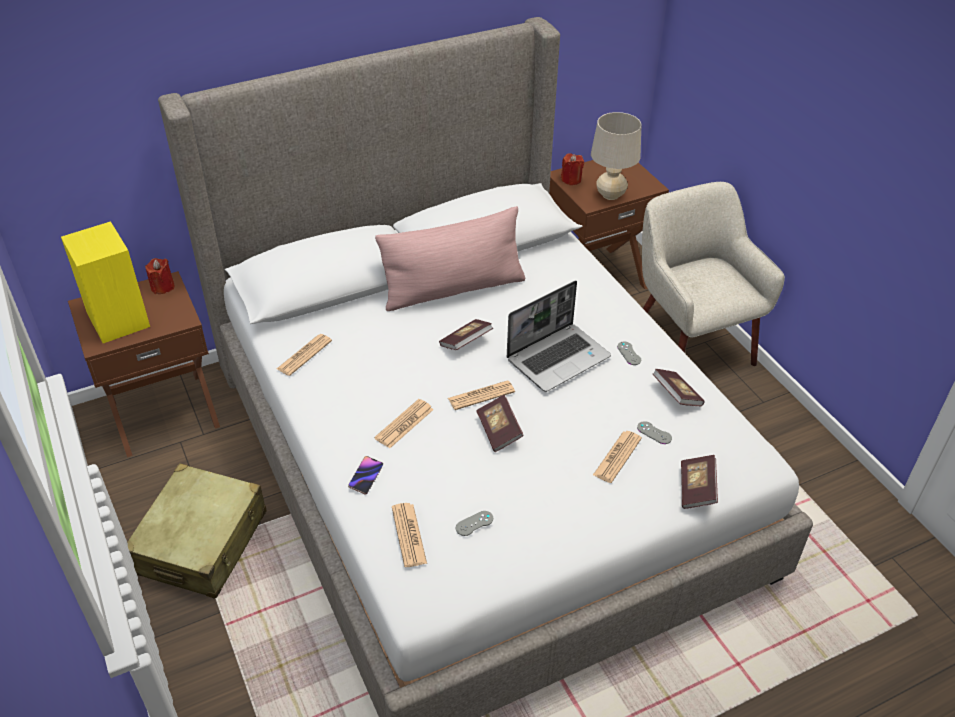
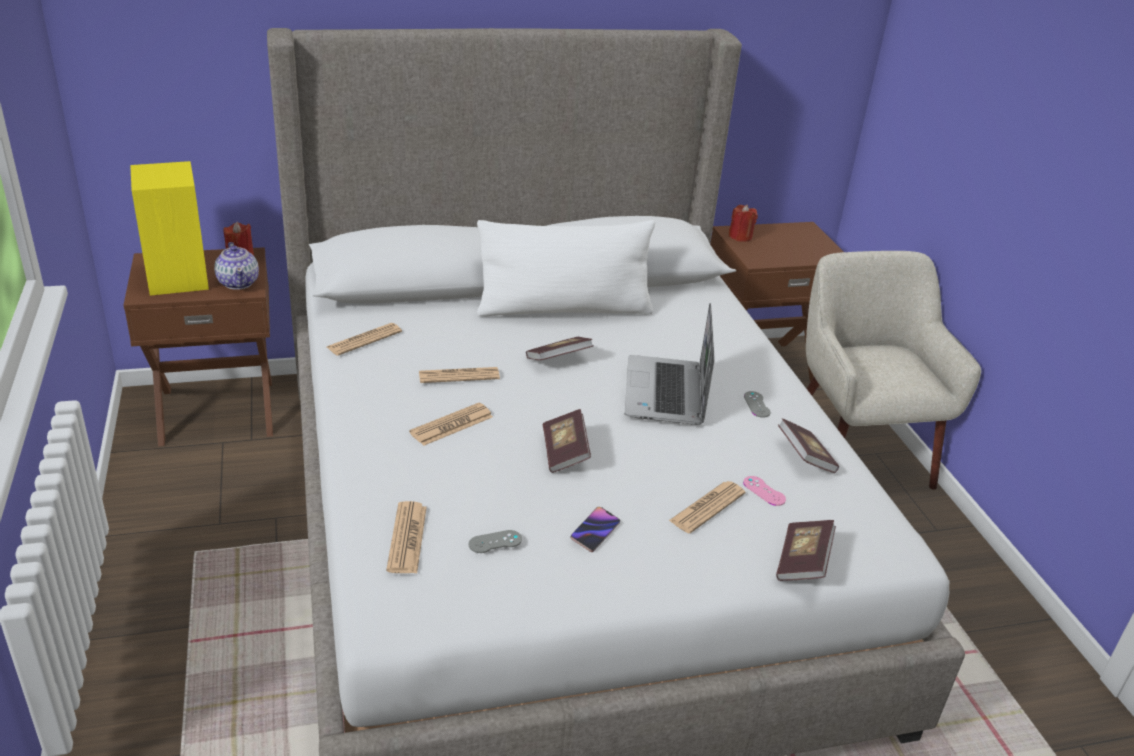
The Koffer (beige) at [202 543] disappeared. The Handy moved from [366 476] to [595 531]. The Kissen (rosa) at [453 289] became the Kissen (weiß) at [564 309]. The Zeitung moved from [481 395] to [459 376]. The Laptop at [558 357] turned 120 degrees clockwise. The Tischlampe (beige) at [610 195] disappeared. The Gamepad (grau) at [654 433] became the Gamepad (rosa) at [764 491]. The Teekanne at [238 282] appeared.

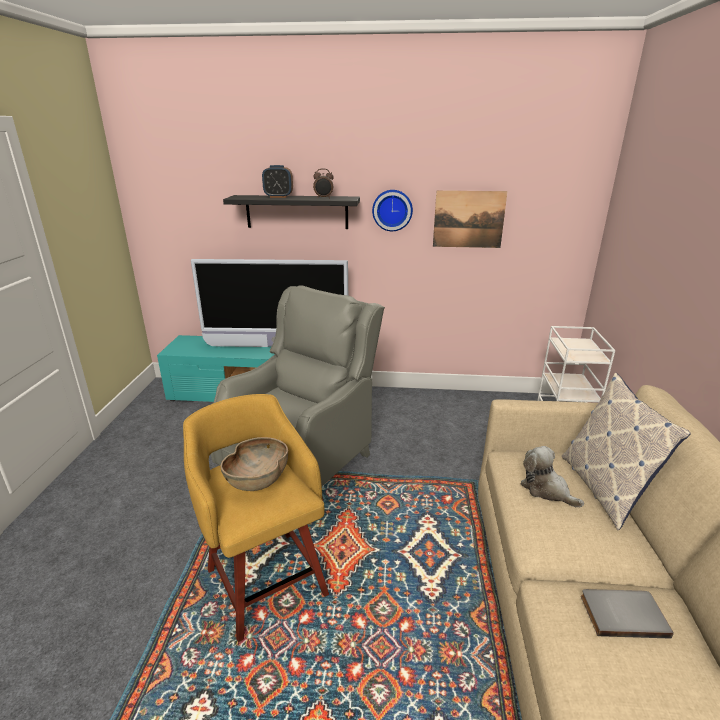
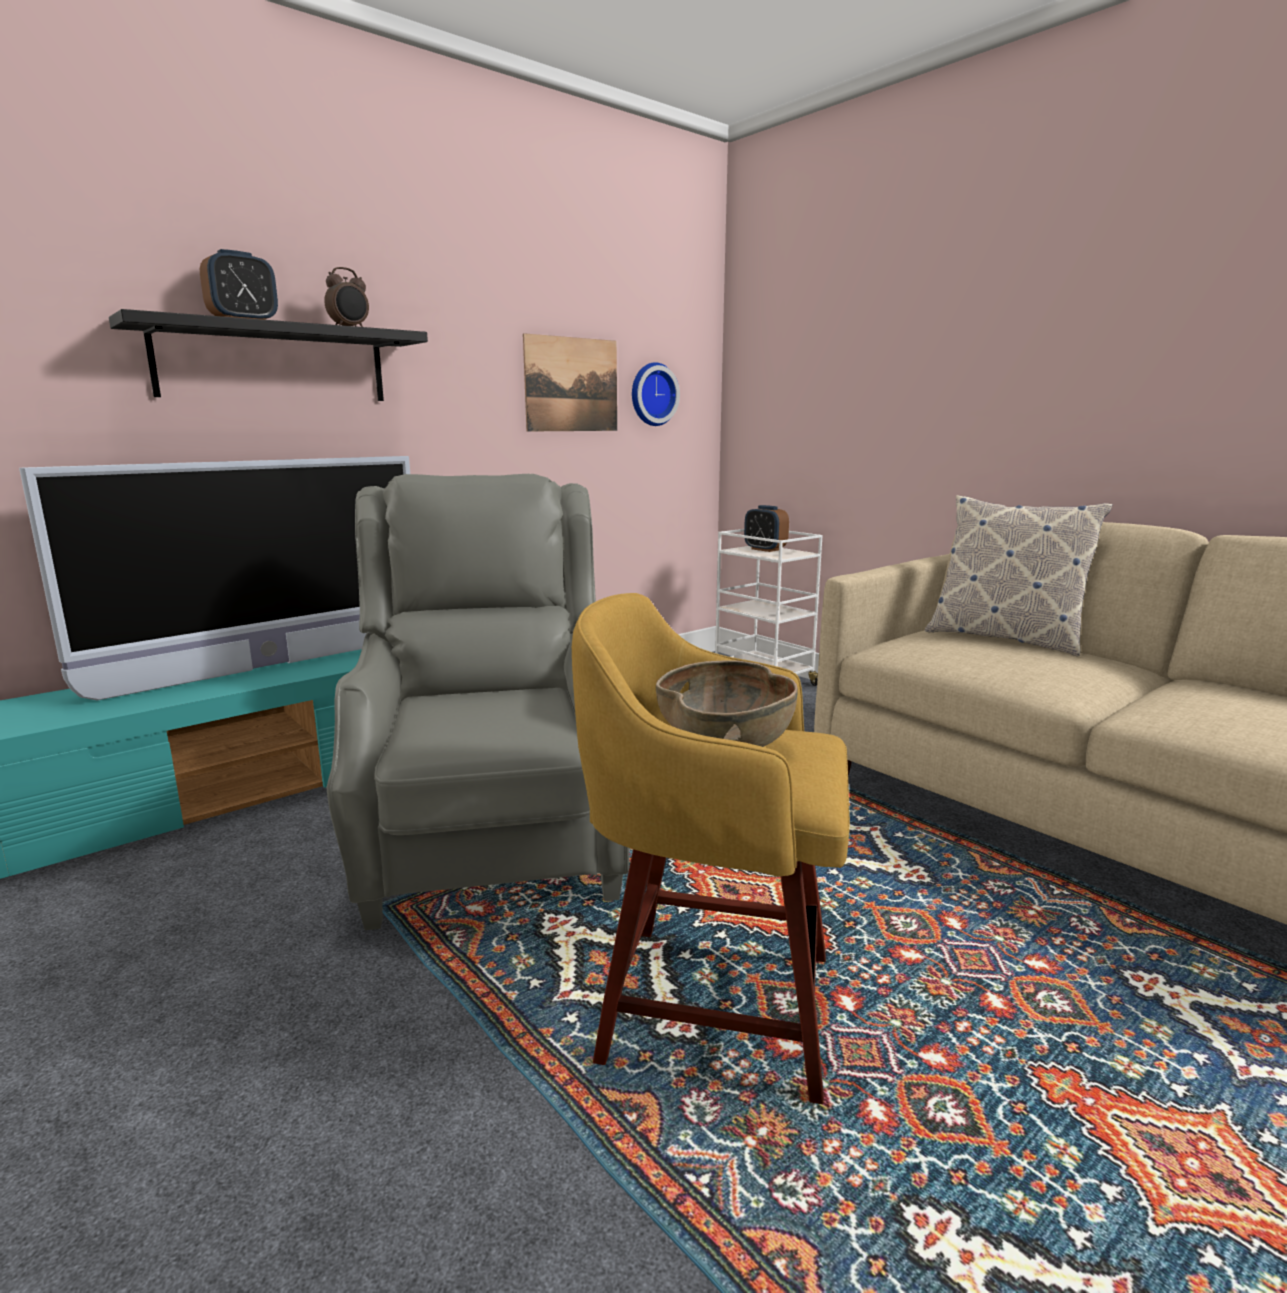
The Wanduhr moved from [392 210] to [651 394]. The Plüschtier at [546 490] disappeared. The Buch (grau) at [622 613] disappeared. The Wecker at [765 549] appeared.

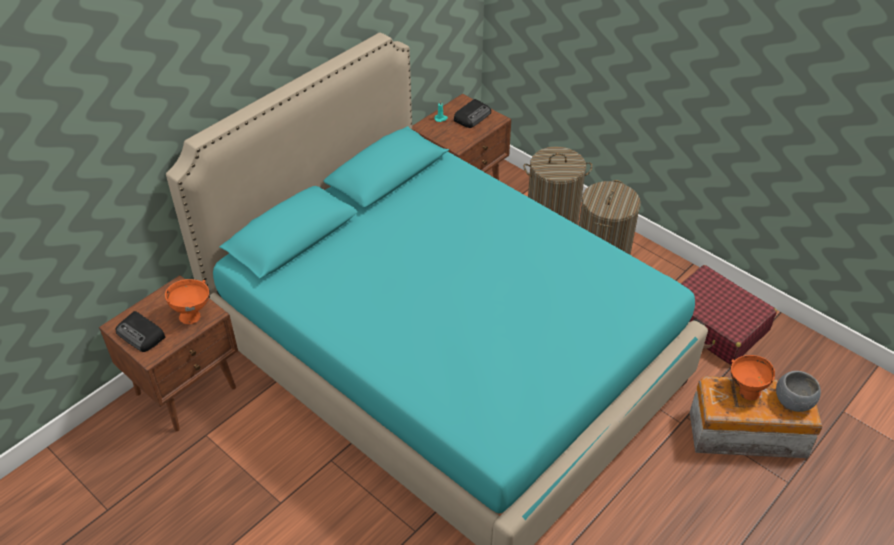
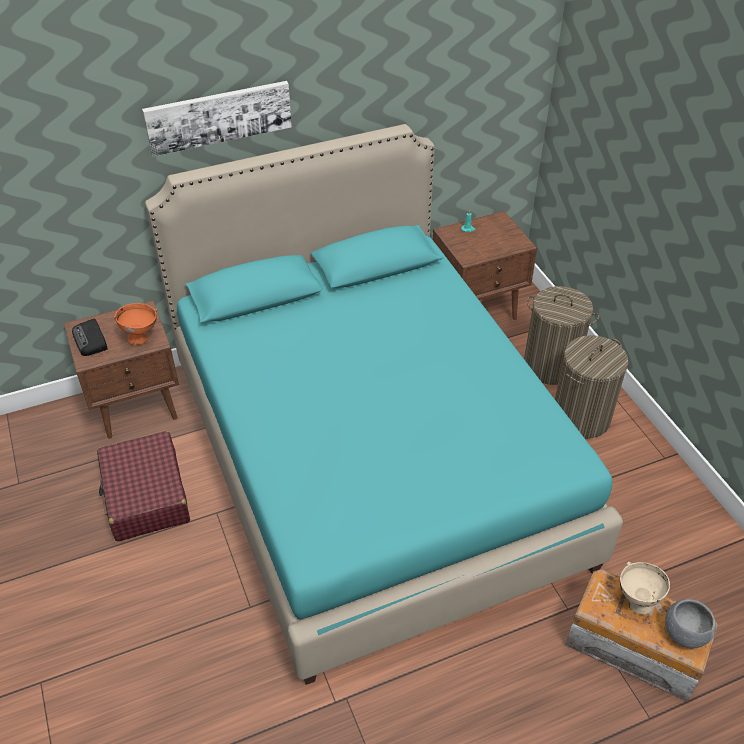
The Radio at [472 116] disappeared. The Koffer (rot) moved from [714 325] to [146 496]. The Schüssel (orange) at [744 390] became the Schüssel (beige) at [636 600]. The Bild at [218 116] appeared.

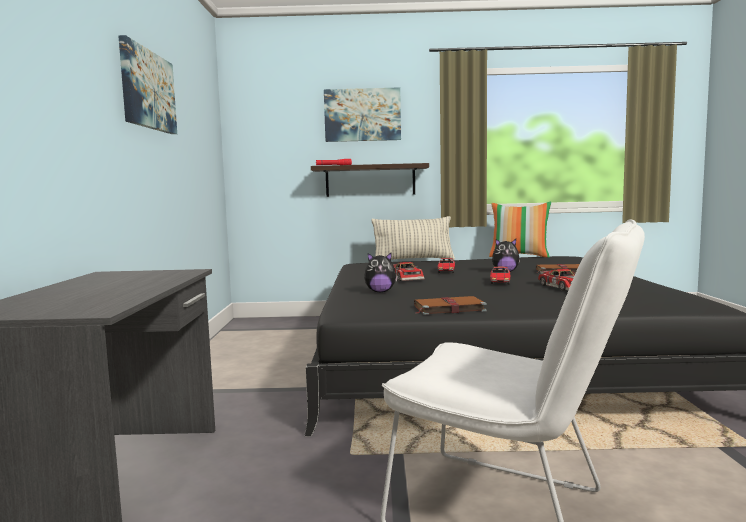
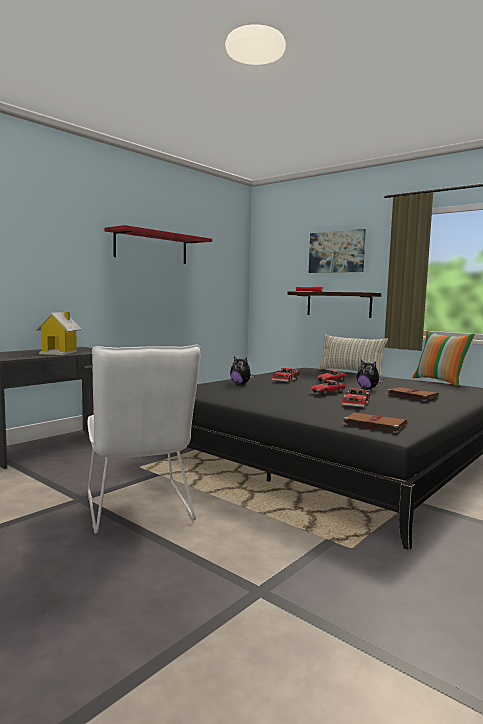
The Bild at [147 90] was replaced by the Wandregal (rot) at [151 247]. The Buch (braun) moved from [448 308] to [373 424]. The Spielzeughaus at [59 352] appeared.

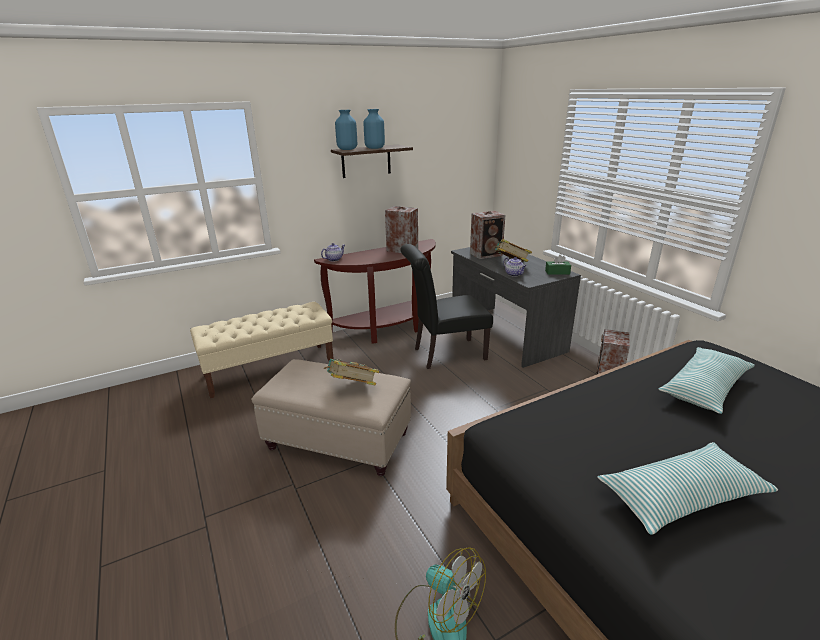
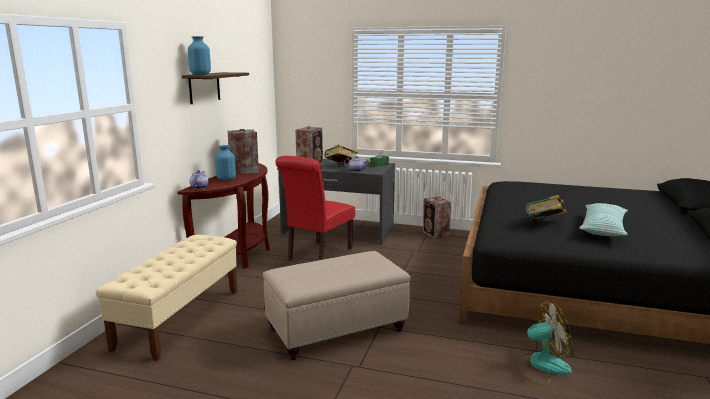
The Buch moved from [352 387] to [544 223]. The Vase (blau) moved from [375 148] to [226 179]. The Stuhl (schwarz) at [445 354] became the Stuhl (rot) at [317 255]. The Kissen at [704 388] disappeared.

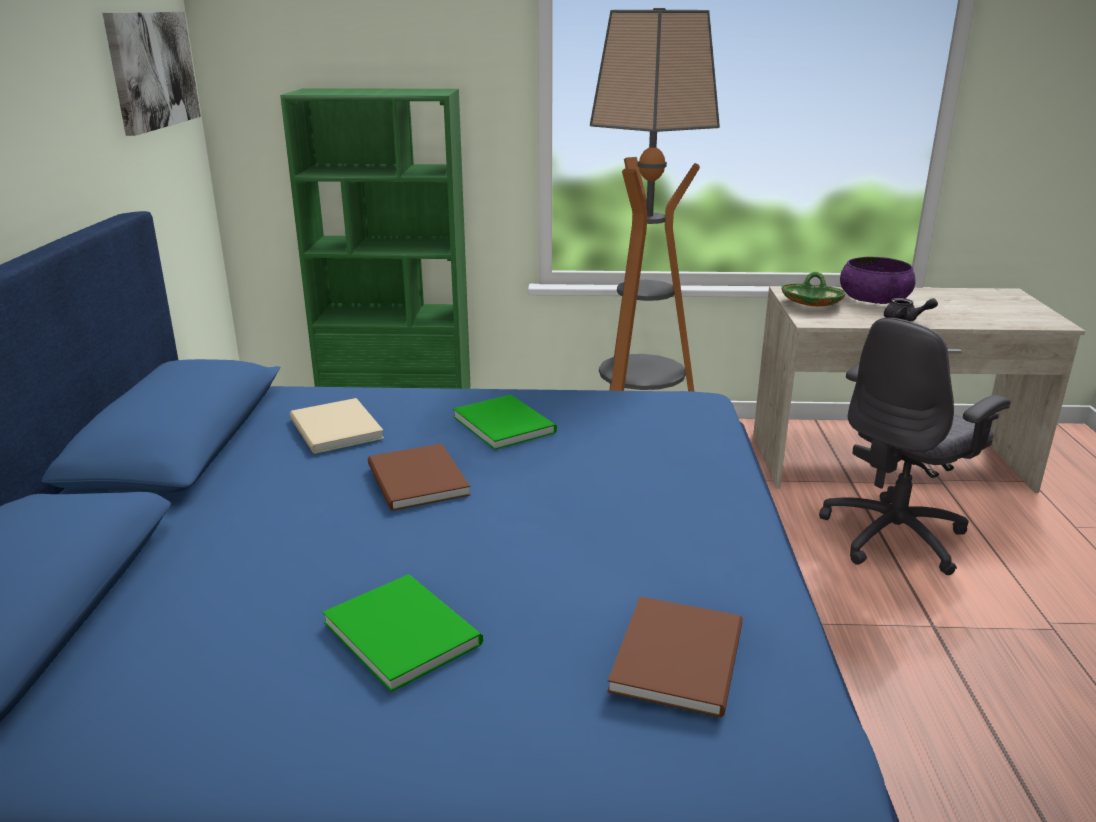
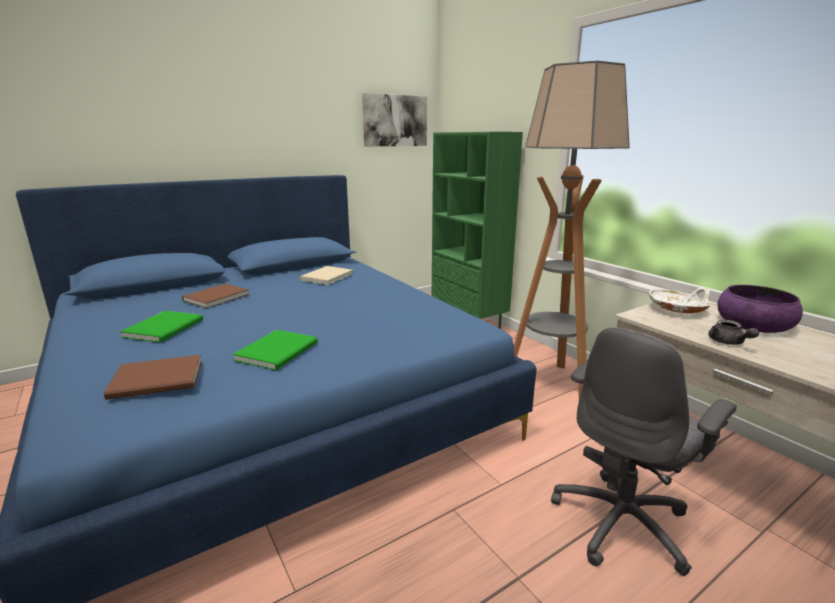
The Buch (braun) moved from [416 481] to [214 297]. The Buch (grün) moved from [504 423] to [280 351]. The Schüssel (grün) at [811 303] became the Schüssel (weiß) at [677 309]. The Bürostuhl (grau) at [895 536] turned 60 degrees counterclockwise.

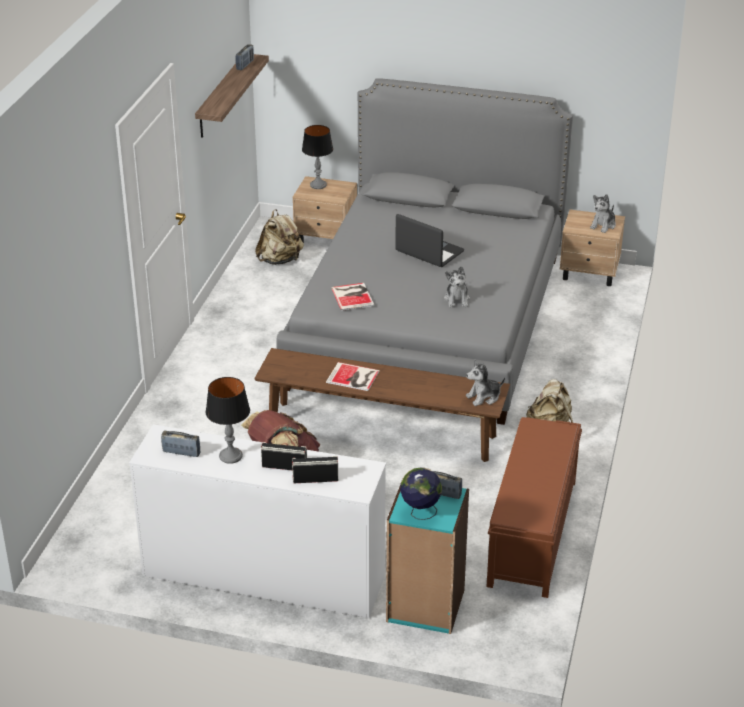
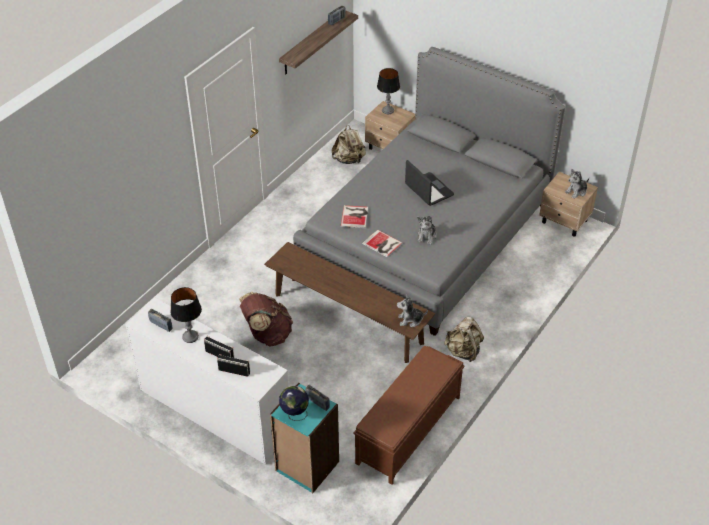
The Buch moved from [353 377] to [382 244].

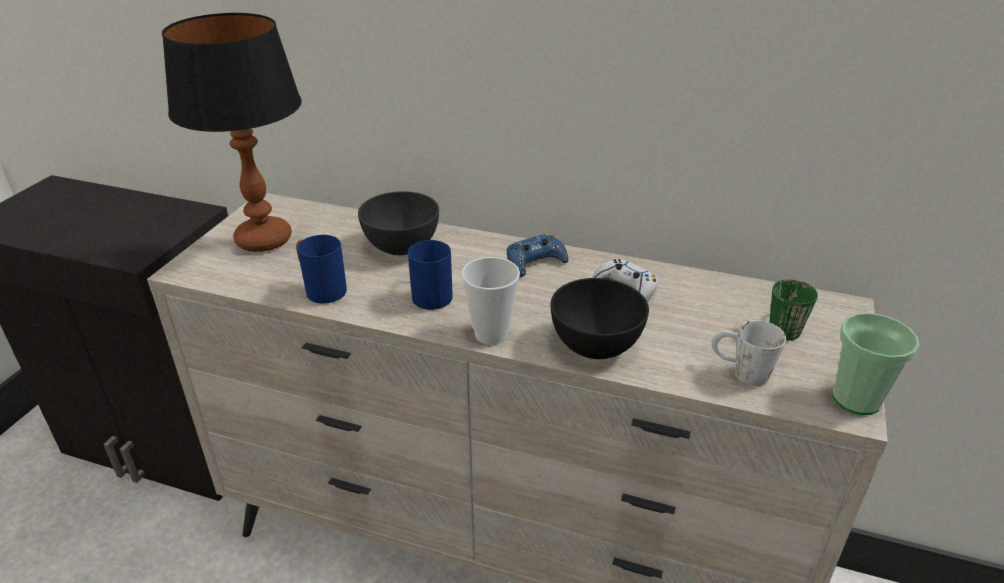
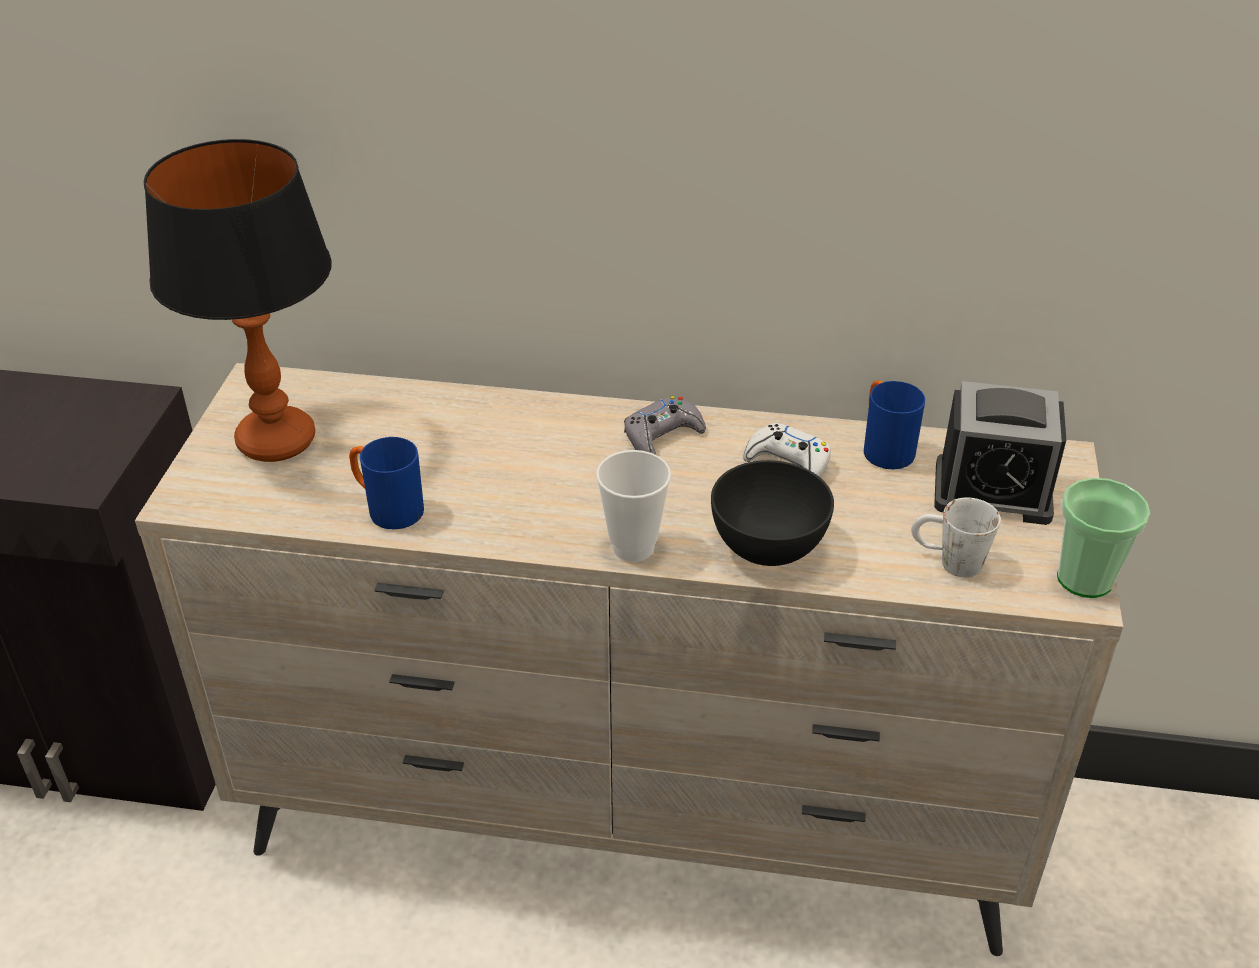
The Schüssel (grau) at [401 246] disappeared. The Henkelbecher (blau) moved from [431 293] to [883 448]. The Gamepad (blau) at [535 262] became the Gamepad (grau) at [662 436]. The Henkelbecher (grün) at [785 325] was replaced by the Wecker at [992 492].

